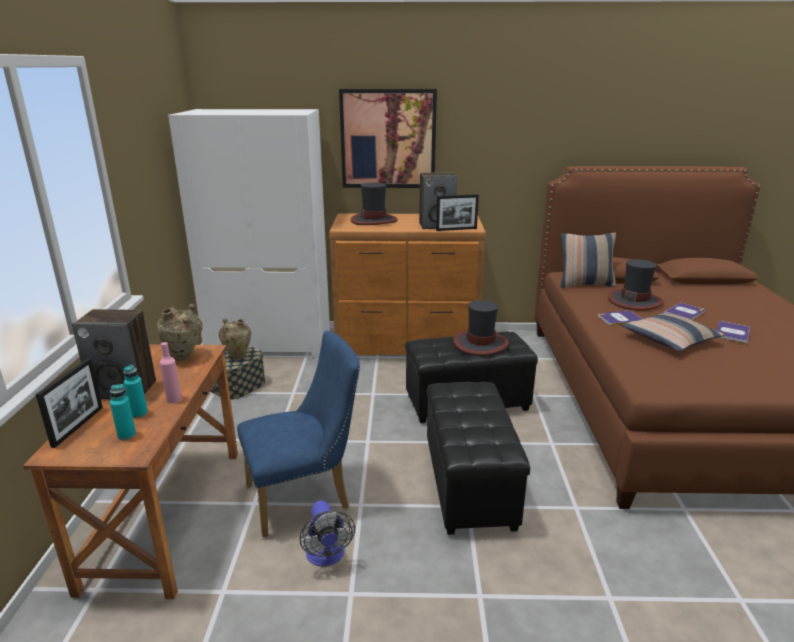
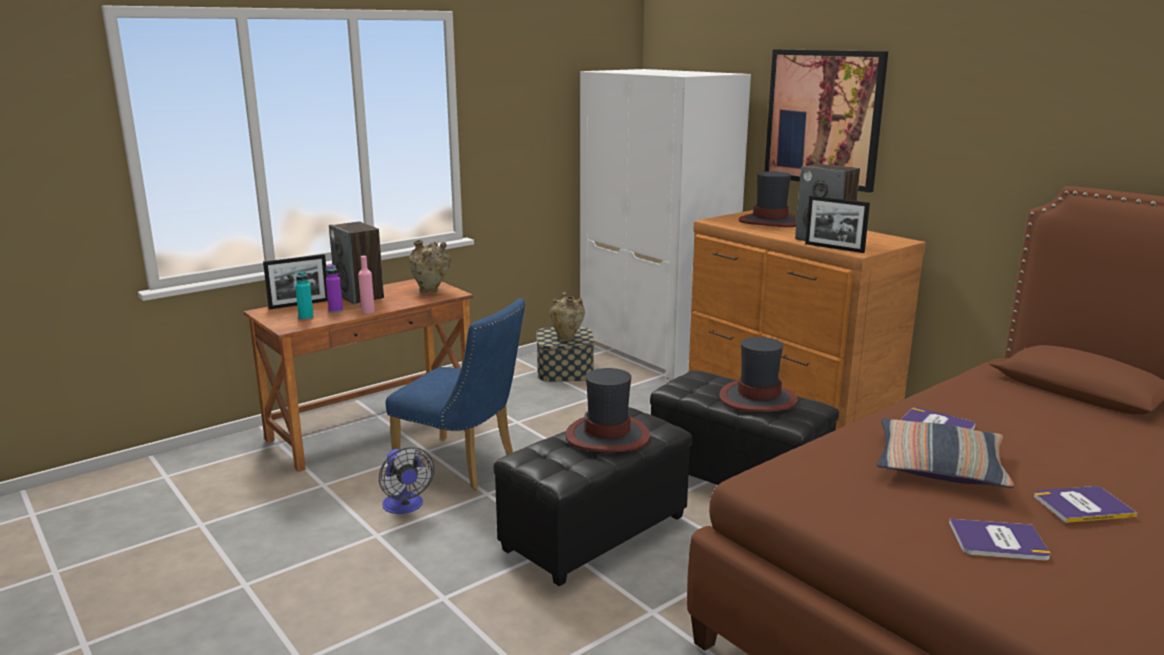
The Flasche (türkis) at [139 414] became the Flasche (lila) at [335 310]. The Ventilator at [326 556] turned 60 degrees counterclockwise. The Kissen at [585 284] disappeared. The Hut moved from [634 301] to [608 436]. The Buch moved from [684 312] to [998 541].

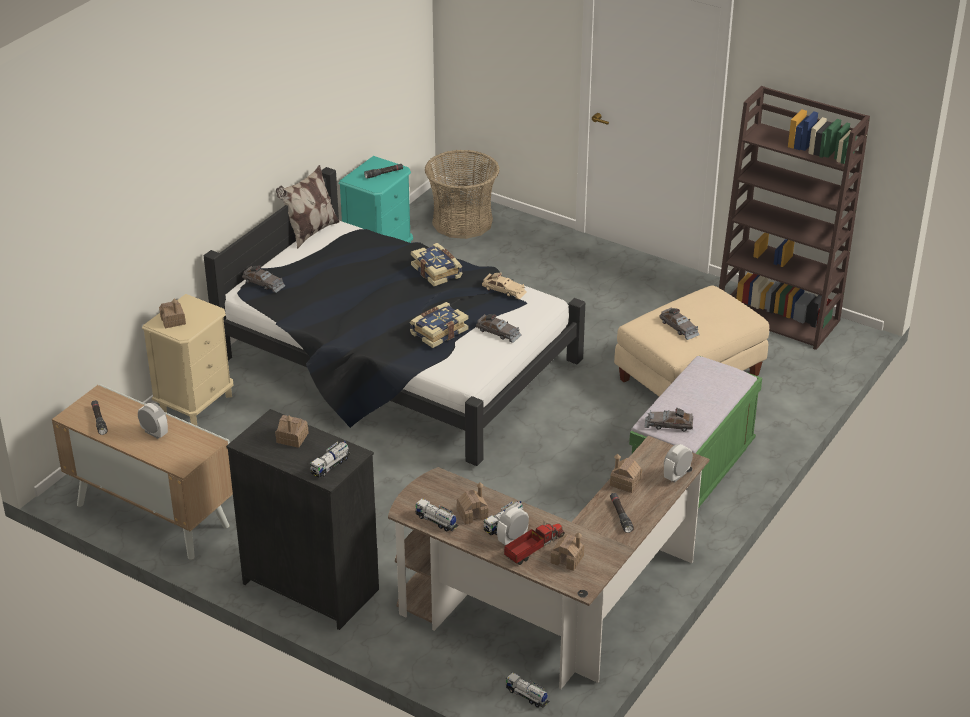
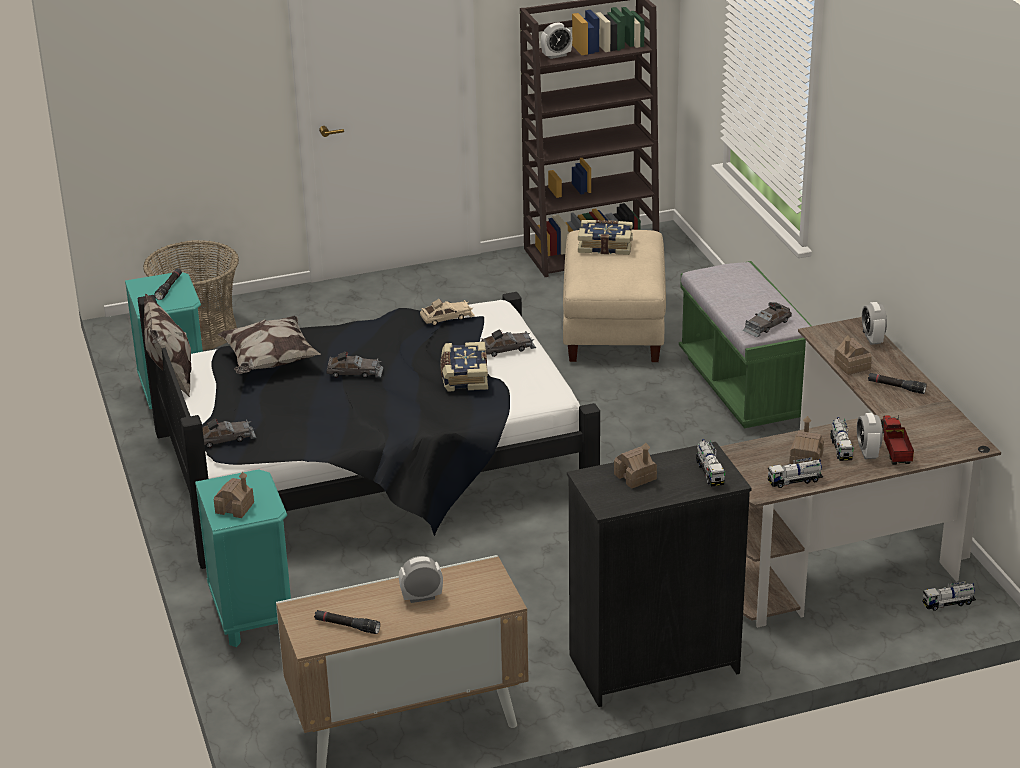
The Nachttisch (beige) at [195 403] became the Nachttisch (türkis) at [252 616]. The Buch moved from [437 271] to [605 245]. The Spielzeughaus at [567 559] disappeared. The Spielzeugauto (grau) moved from [679 327] to [355 372]. The Kissen at [269 362] appeared. The Wecker at [556 55] appeared.

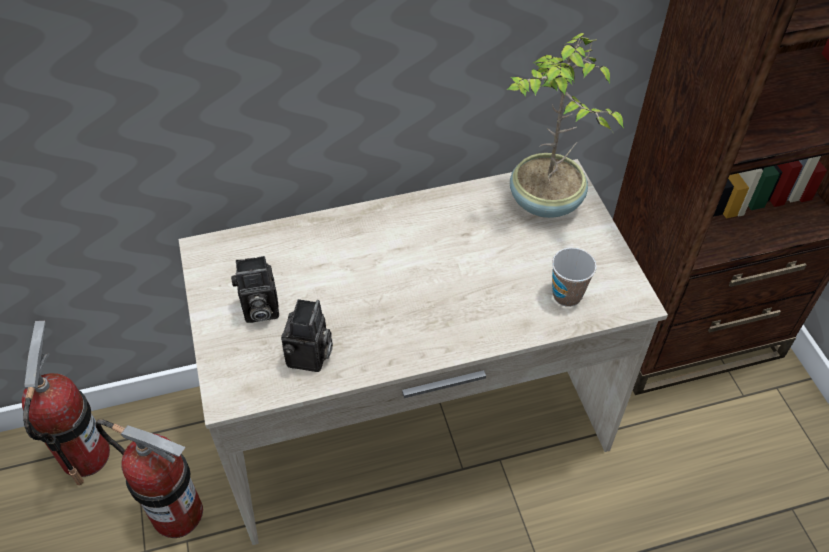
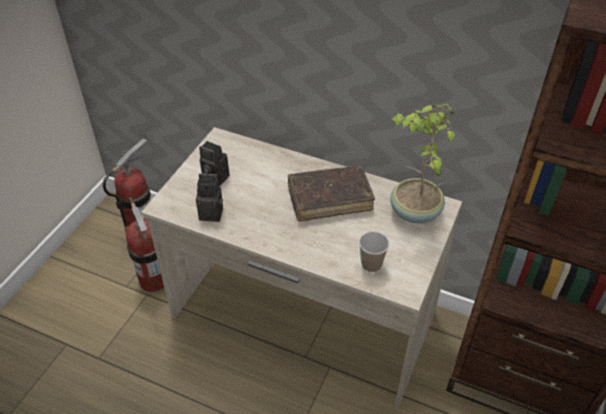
The Kamera at [310 358] turned 135 degrees counterclockwise. The Buch (braun) at [329 198] appeared.

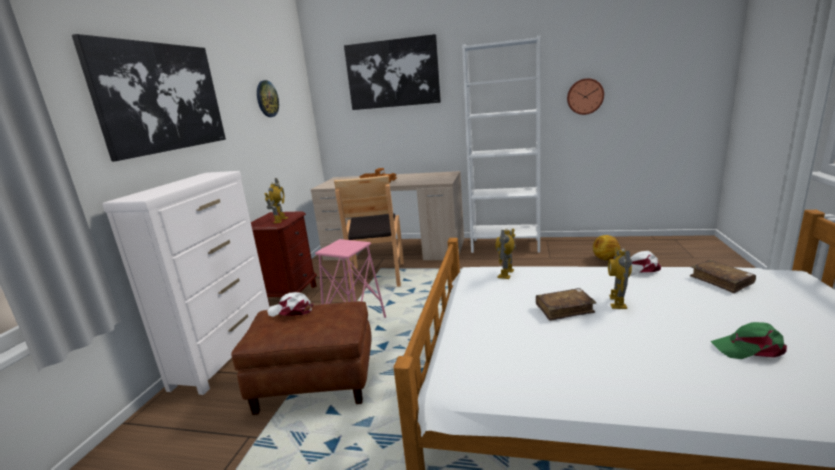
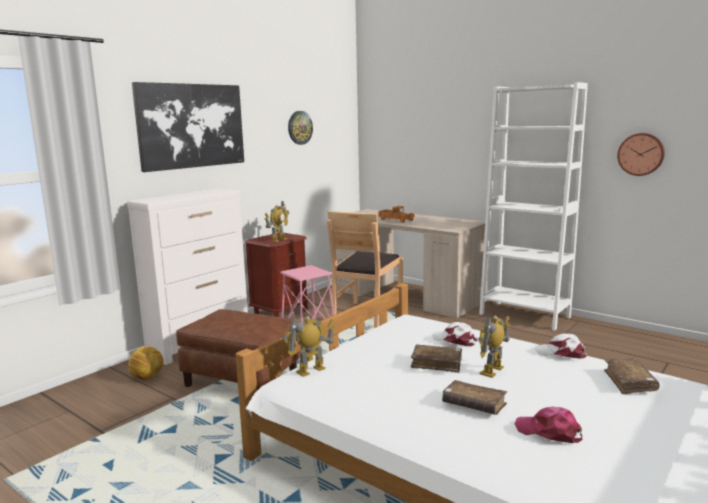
The Kappe (weiß) moved from [291 311] to [455 340]. The Bild at [392 73] disappeared. The Spielzeugroboter moved from [506 274] to [311 370]. The Fußball moved from [605 259] to [148 377]. The Kappe (grün) at [749 348] became the Kappe (rosa) at [549 432]. The Buch (braun) at [474 405] appeared.

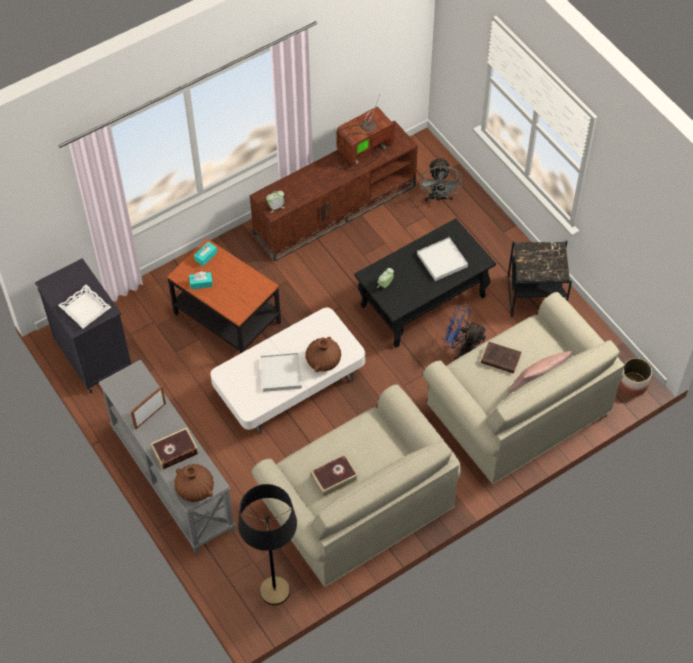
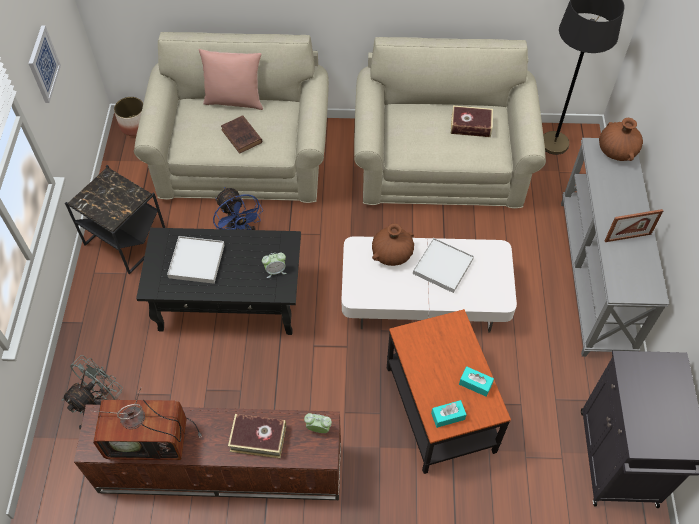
The Tablett (weiß) at [85 309] disappeared. The Buch moved from [175 451] to [258 438]. The Bild at [43 64] appeared.

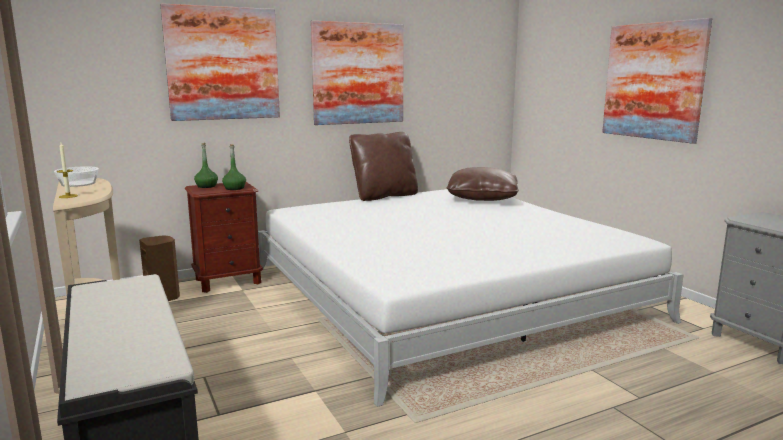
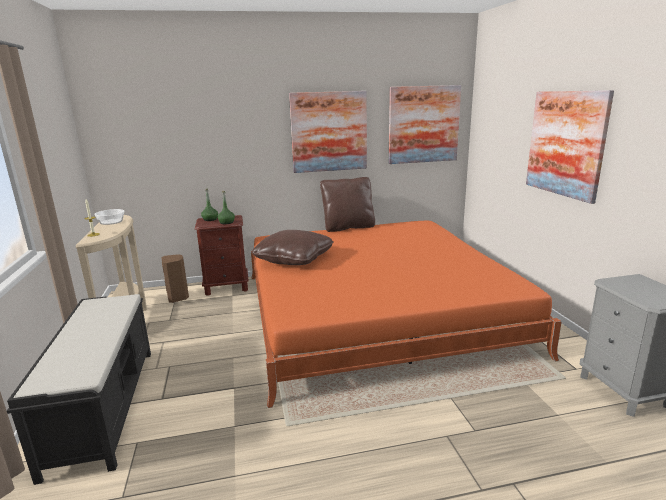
The Bild moved from [223 64] to [423 124]. The Bett (weiß) at [443 293] became the Bett (orange) at [374 311]. The Kissen (braun) moved from [482 198] to [294 259].

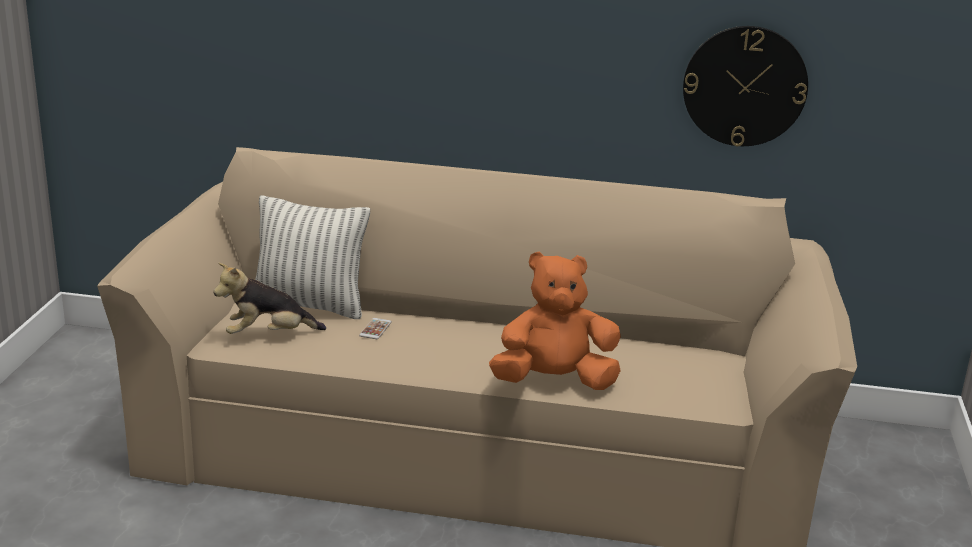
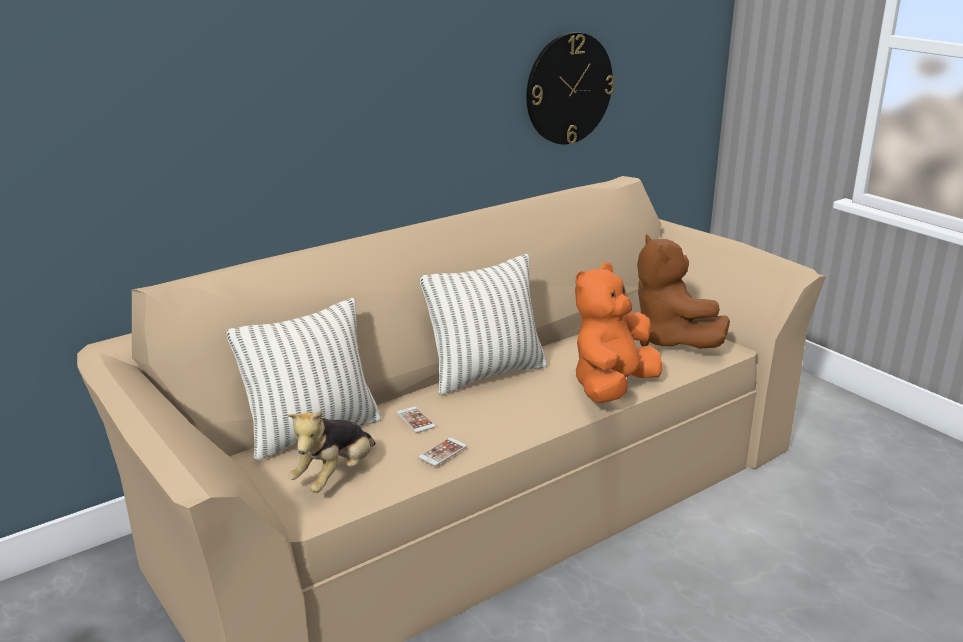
The Handy at [442 452] appeared. The Kissen at [486 374] appeared. The Plüschtier (braun) at [670 341] appeared.

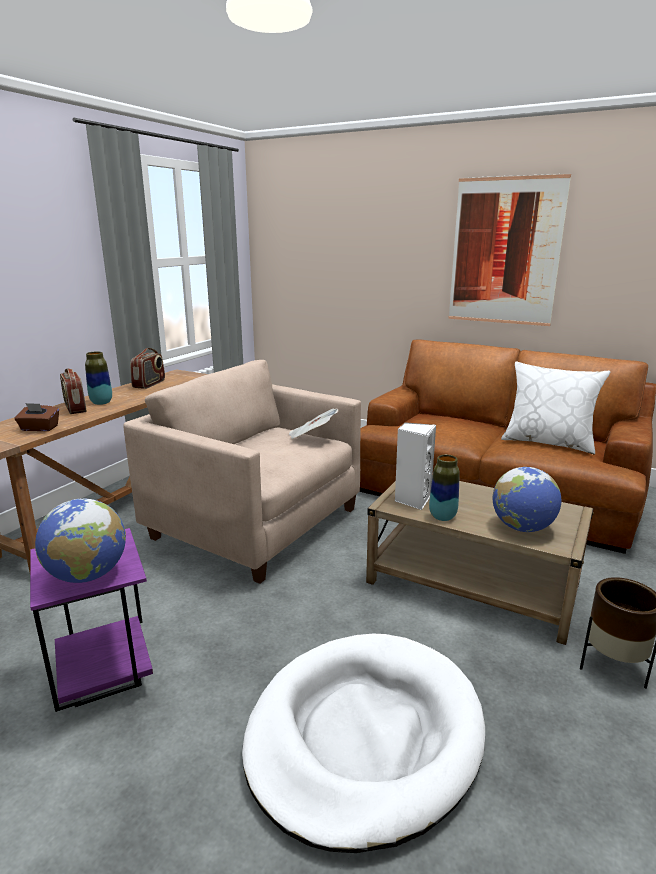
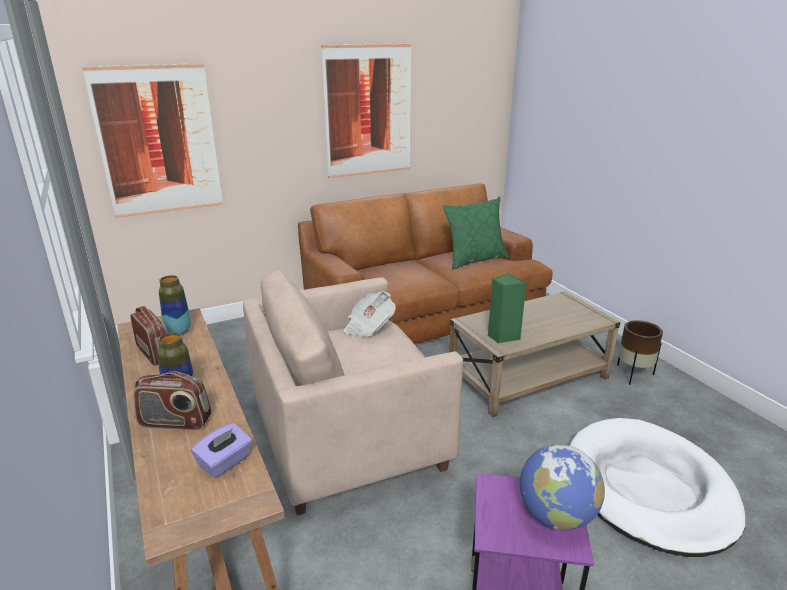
The Taschentuchbox (braun) at [39 428] became the Taschentuchbox (lila) at [225 462]. The Lautsprecher (weiß) at [412 500] became the Lautsprecher (grün) at [502 336]. The Vase moved from [442 517] to [178 332]. The Globus at [522 528] disappeared. The Kissen (weiß) at [548 442] became the Kissen (grün) at [474 259]. The Bild at [158 141] appeared.

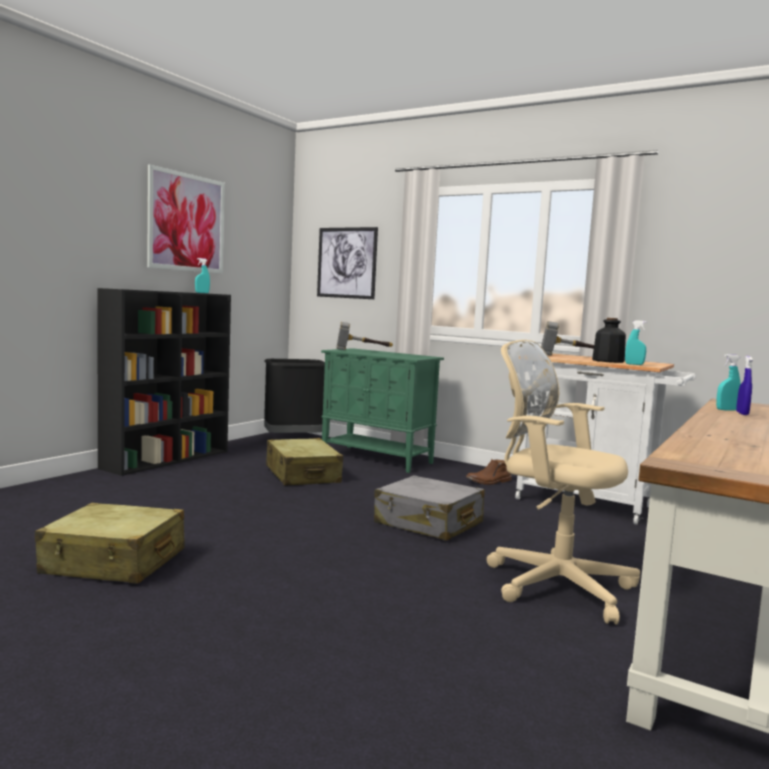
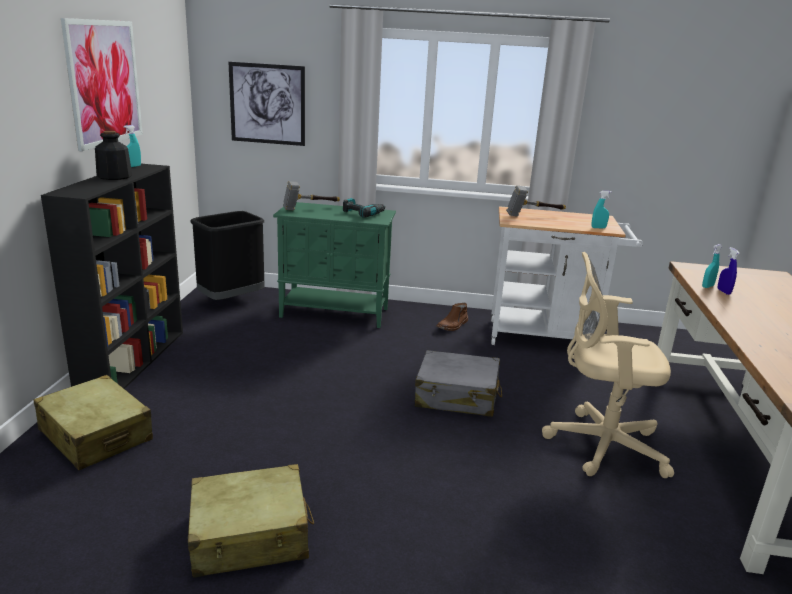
The Koffer (beige) moved from [302 475] to [96 435]. The Flasche moved from [608 361] to [114 176]. The Bohrmaschine at [363 213] appeared.

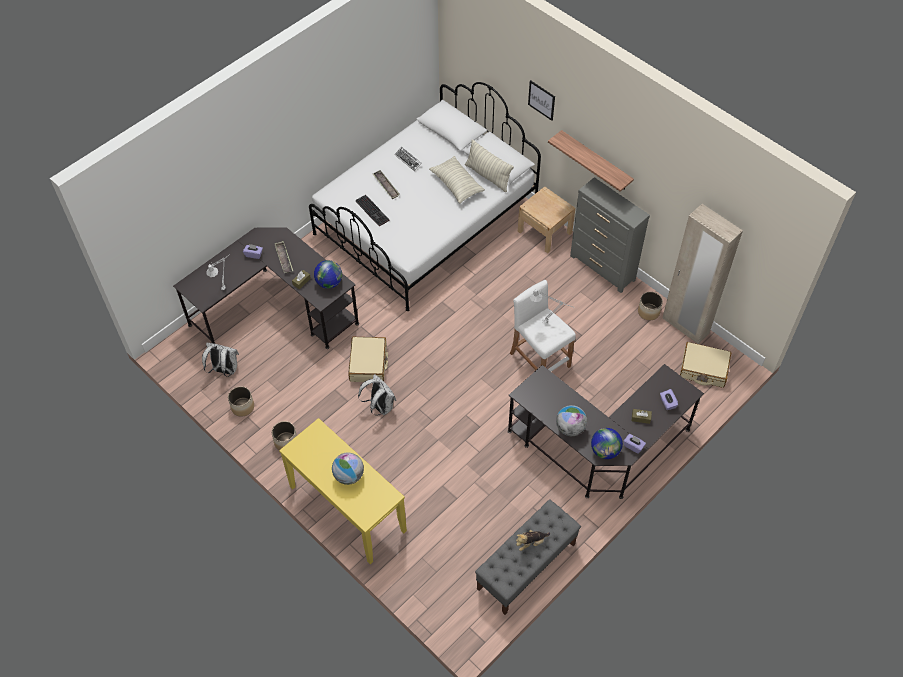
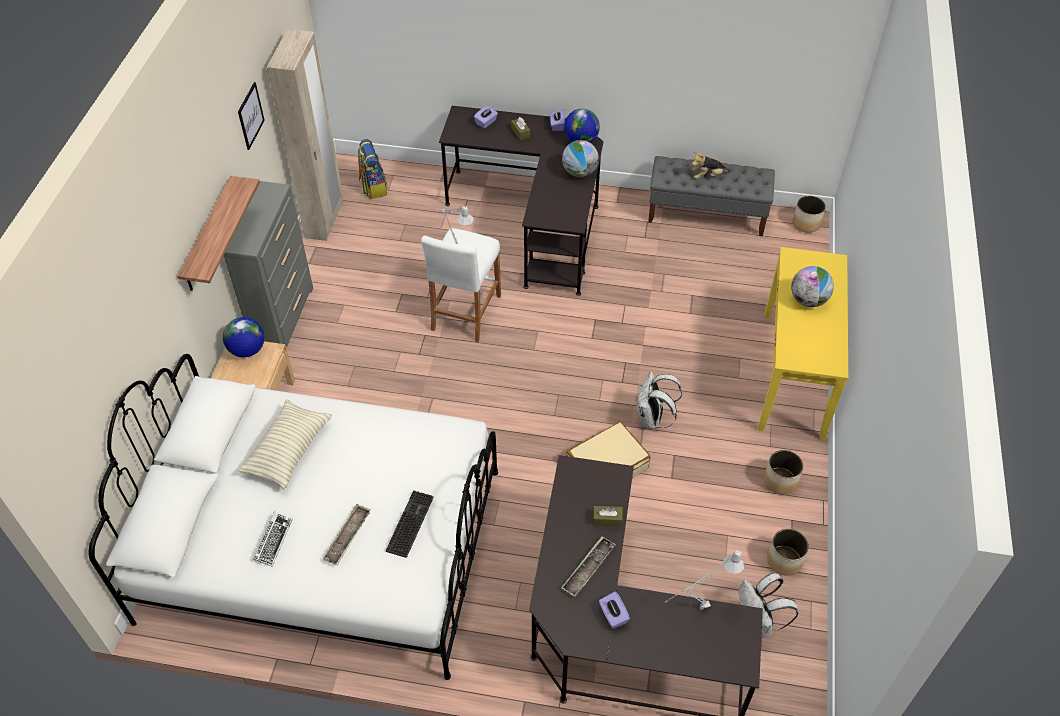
The Globus moved from [329 282] to [247 350]. The Kissen at [488 176] disappeared. The Plüschtier at [531 542] turned 135 degrees clockwise. The Bild moved from [541 100] to [250 116]. The Pflanzkübel moved from [648 312] to [806 223]. The Koffer (beige) at [703 369] was replaced by the Rucksack at [373 187].

